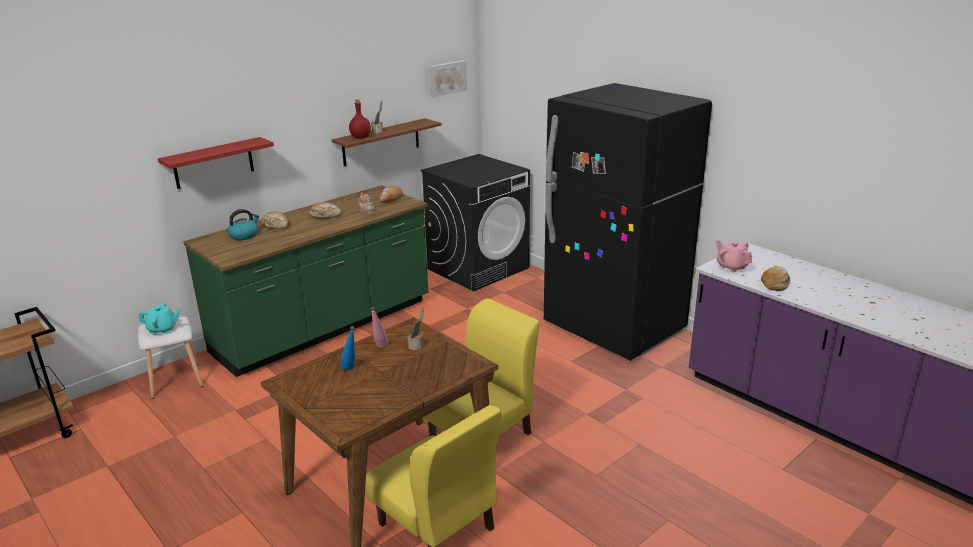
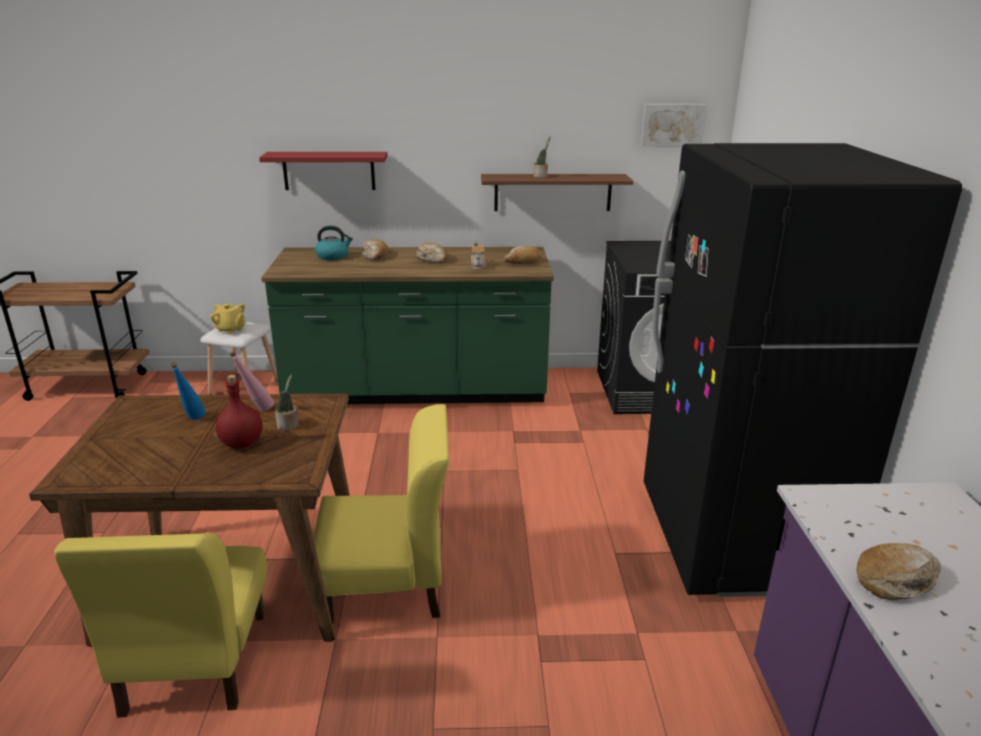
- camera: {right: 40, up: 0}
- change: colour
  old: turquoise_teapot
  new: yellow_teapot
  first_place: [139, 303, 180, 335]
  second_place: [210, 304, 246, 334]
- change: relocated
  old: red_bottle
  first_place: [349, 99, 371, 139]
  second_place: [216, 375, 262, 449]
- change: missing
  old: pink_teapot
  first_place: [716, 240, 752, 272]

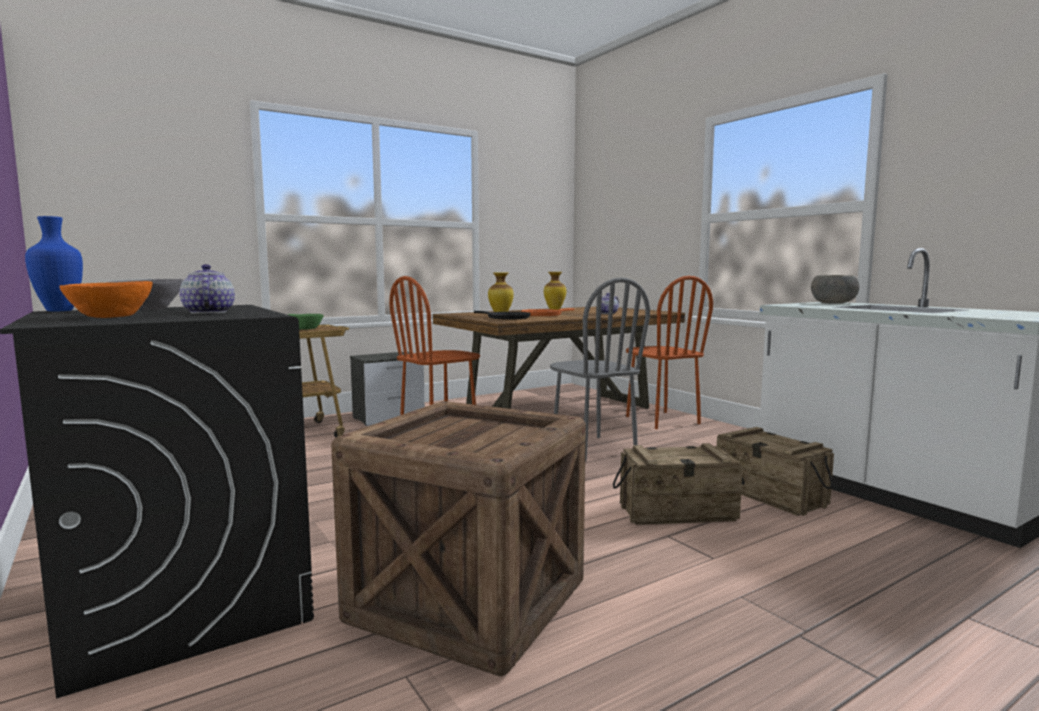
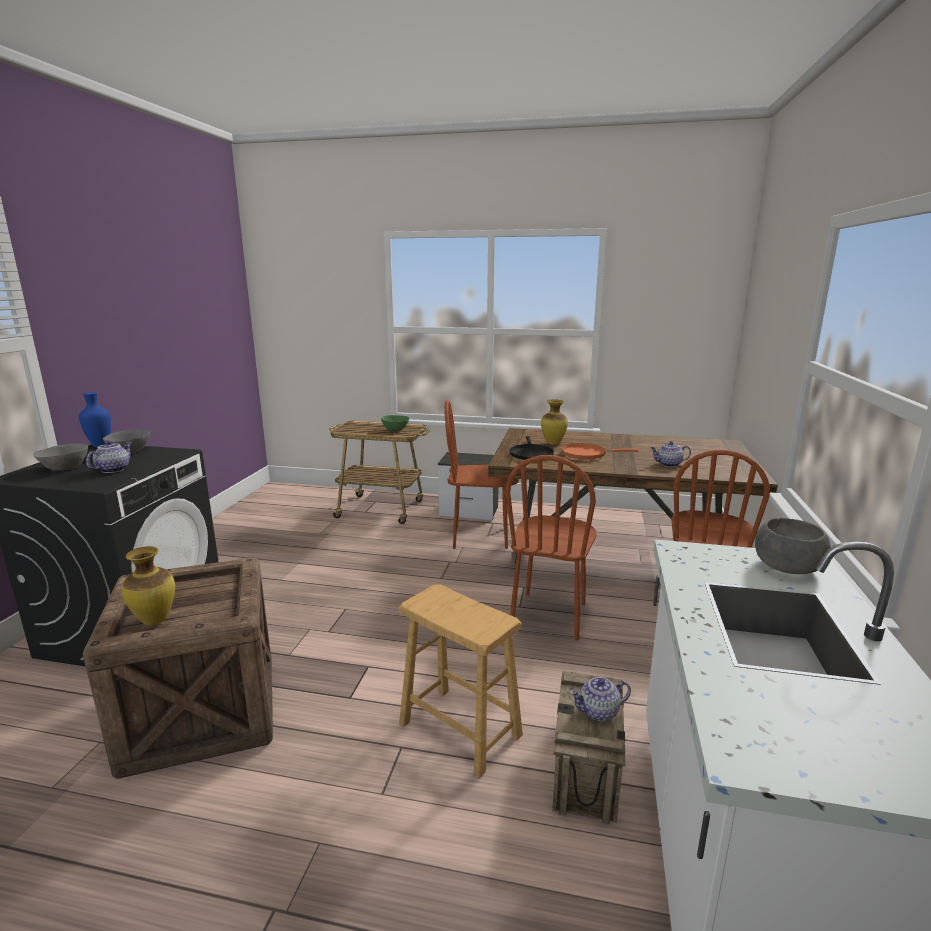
- camera: {right: 45, up: 10}
- change: colour
  old: orange_bowl
  new: grey_bowl
  first_place: [59, 281, 153, 318]
  second_place: [33, 443, 88, 471]
- change: relocated
  old: vase
  first_place: [544, 272, 566, 310]
  second_place: [122, 546, 175, 625]
- change: colour
  old: grey_chair
  new: brown_chair
  first_place: [550, 277, 650, 462]
  second_place: [505, 455, 597, 641]
- change: exchanged
  old: crate
  new: brown_stool
  first_place: [613, 443, 745, 525]
  second_place: [399, 584, 523, 778]
- change: appeared
  new: teapot
  second_place: [570, 677, 631, 721]

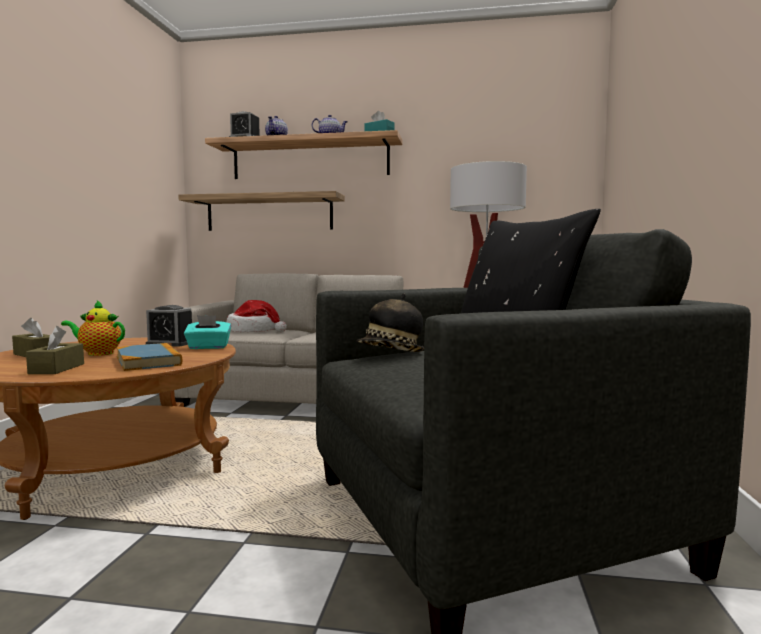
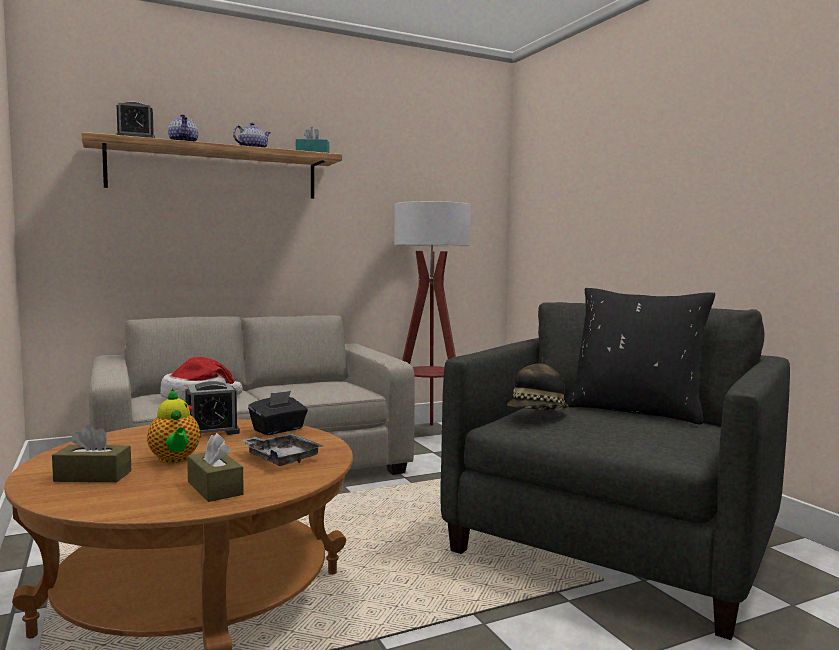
- camera: {right: -35, up: 0}
- change: spun
  old: teapot
  first_place: [61, 300, 125, 356]
  second_place: [147, 389, 200, 463]
  degrees: -90
- change: exchanged
  old: book
  new: grey_tray
  first_place: [116, 343, 182, 371]
  second_place: [241, 433, 323, 466]
- change: missing
  old: shelf
  first_place: [178, 191, 345, 231]
- change: colour
  old: turquoise_tissue_box
  new: black_tissue_box
  first_place: [184, 315, 231, 349]
  second_place: [248, 391, 308, 435]

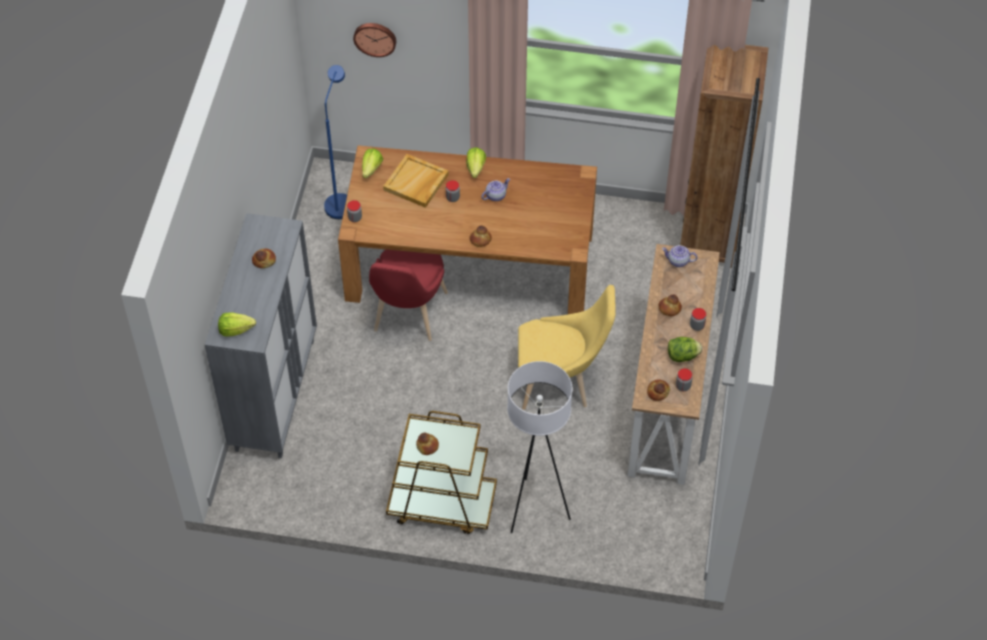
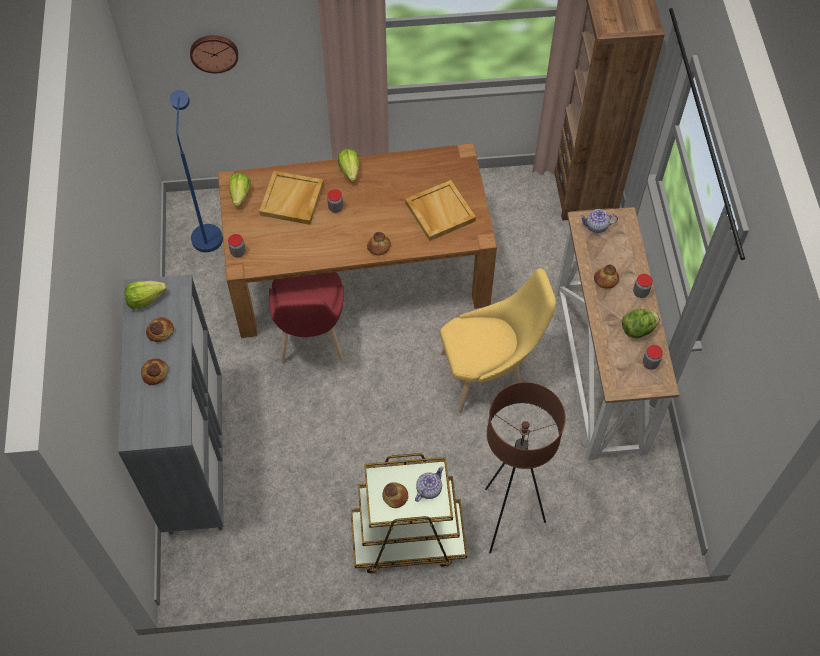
- camera: {right: -15, up: 5}
- change: relocated
  old: lettuce
  first_place: [218, 313, 256, 337]
  second_place: [124, 281, 167, 309]
- change: relocated
  old: teapot
  first_place: [482, 178, 510, 201]
  second_place: [415, 466, 444, 502]
- change: colour
  old: white_floor_lamp
  new: brown_floor_lamp
  first_place: [507, 361, 573, 533]
  second_place: [485, 382, 566, 553]
- change: relocated
  old: bread
  first_place: [647, 379, 670, 401]
  second_place: [141, 359, 168, 385]
- change: appeared
  new: beige_tray
  second_place: [405, 180, 476, 241]

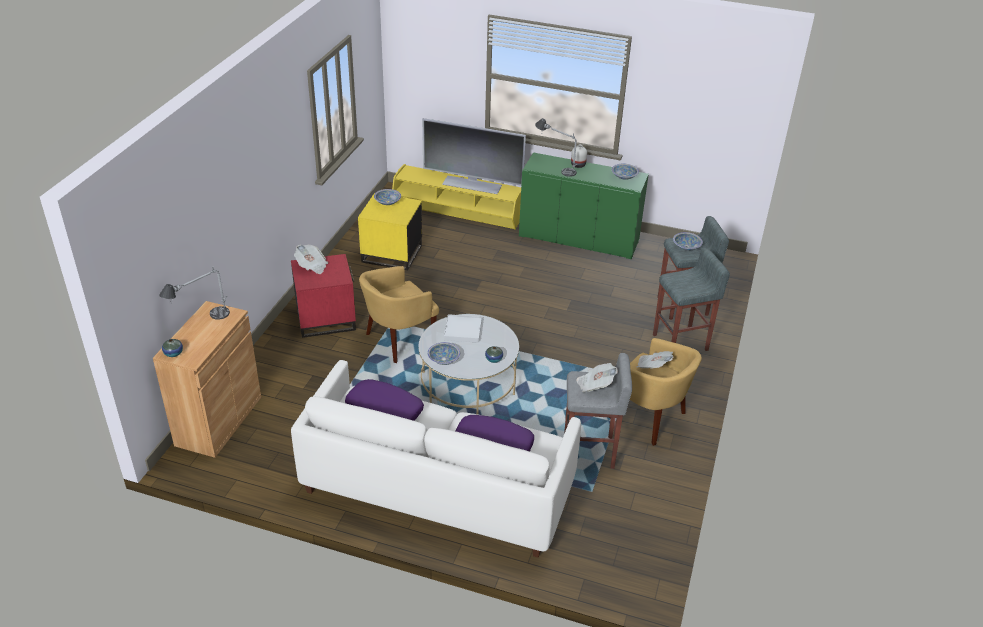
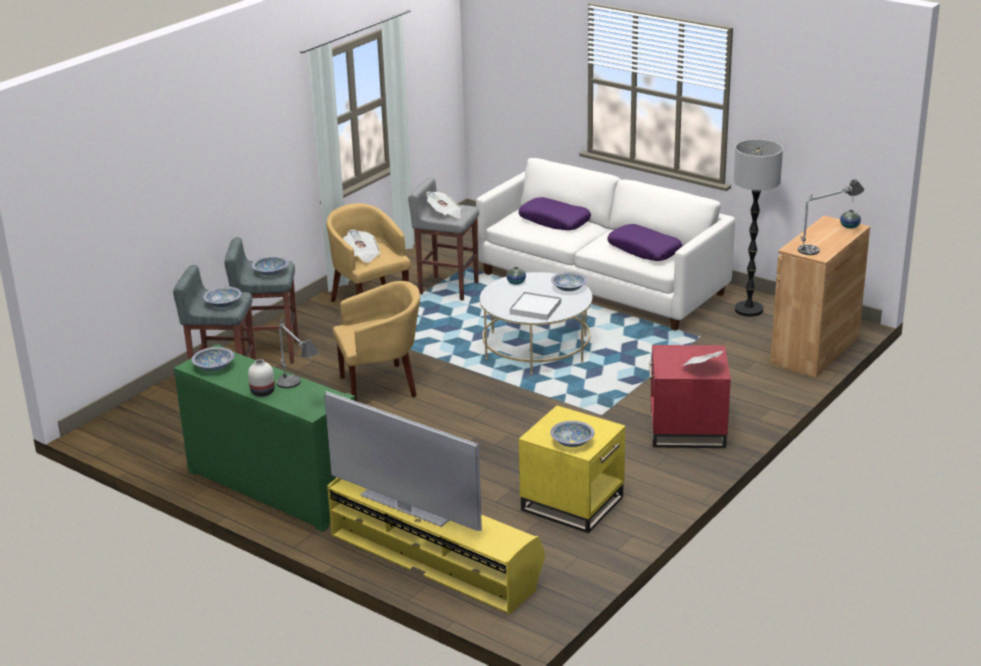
- camera: {right: -160, up: -10}
- change: relocated
  old: yellow_armchair
  first_place: [359, 266, 439, 363]
  second_place: [332, 281, 420, 402]
- change: appeared
  new: bowl
  second_place: [252, 256, 289, 276]
- change: appeared
  new: floor_lamp
  second_place: [733, 139, 783, 317]

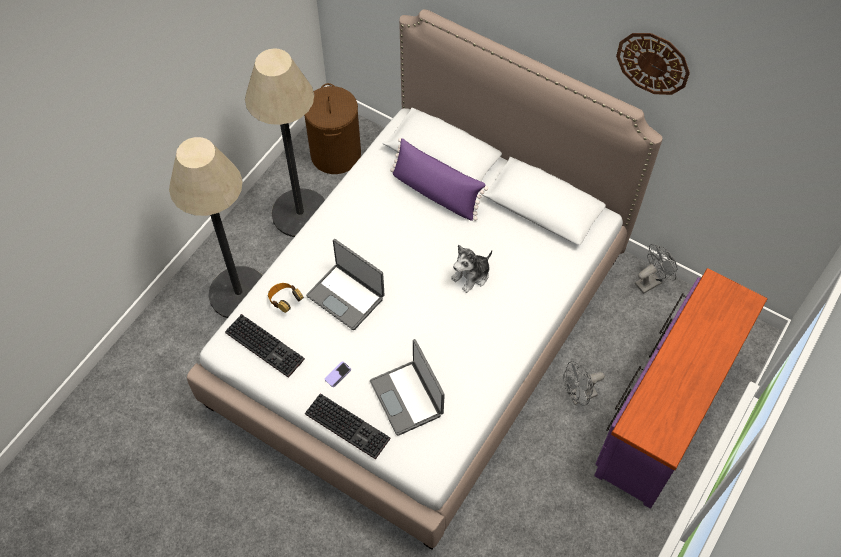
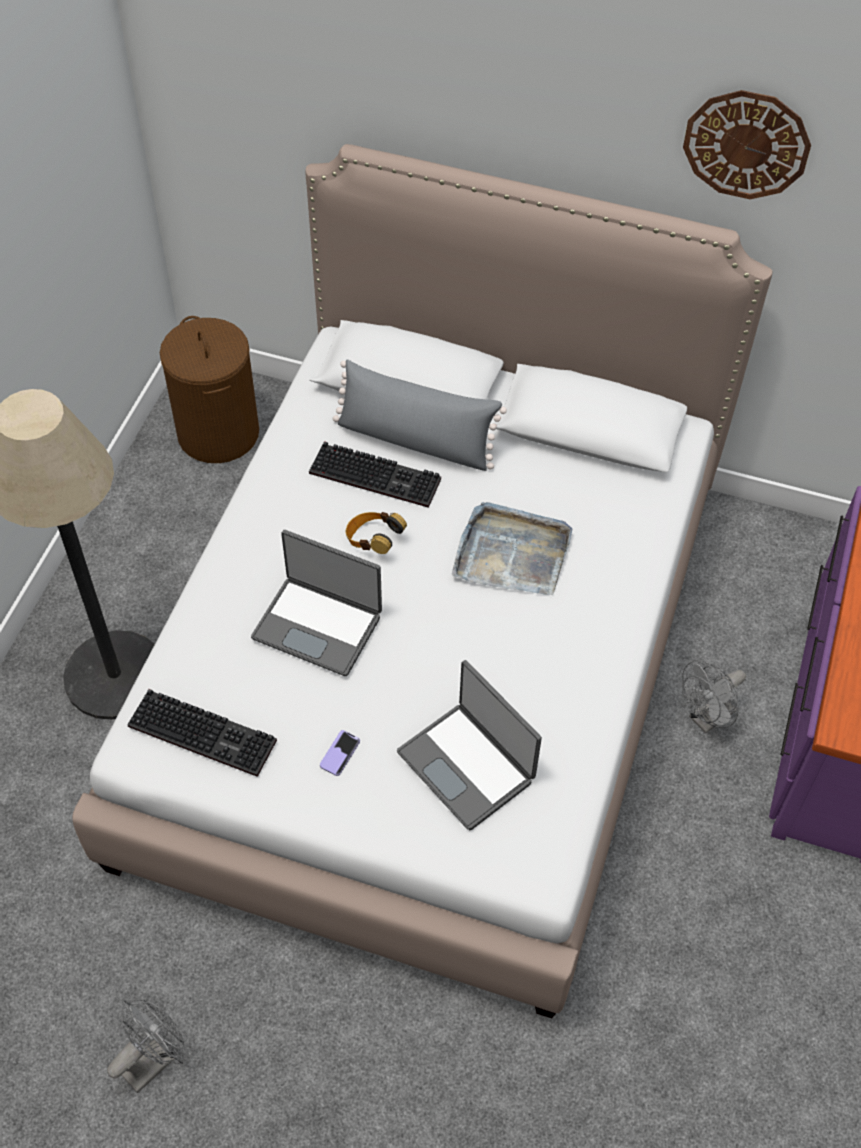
- camera: {right: -15, up: -5}
- change: missing
  old: floor_lamp
  first_place: [245, 48, 325, 237]
- change: relocated
  old: headphones
  first_place: [268, 283, 304, 313]
  second_place: [346, 512, 407, 554]
- change: relocated
  old: keyboard
  first_place: [305, 393, 391, 459]
  second_place: [309, 441, 441, 508]
- change: colour
  old: purple_pillow
  new: grey_pillow
  first_place: [390, 138, 488, 221]
  second_place: [333, 359, 507, 471]
- change: exchanged
  old: plush_toy
  new: grey_tray
  first_place: [451, 245, 492, 293]
  second_place: [452, 502, 572, 595]
- change: relocated
  old: grey_fan
  first_place: [635, 244, 678, 294]
  second_place: [107, 999, 184, 1093]

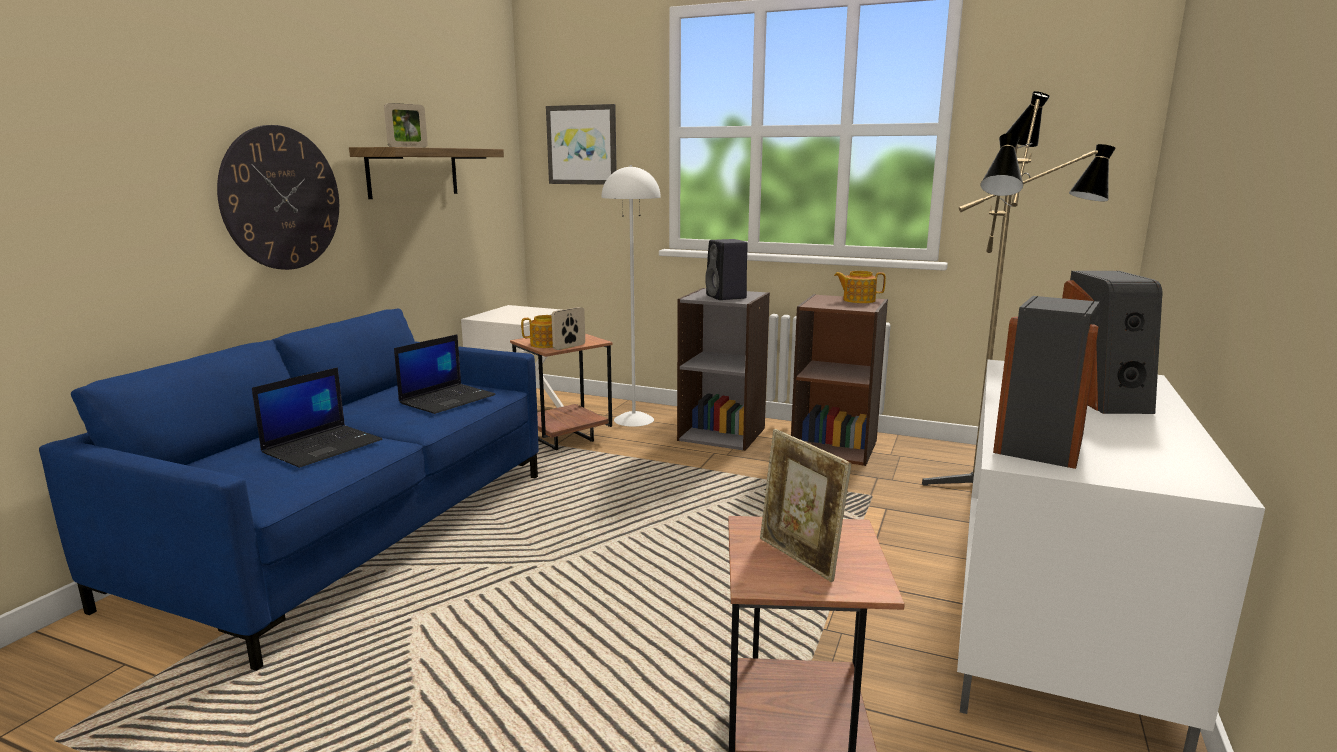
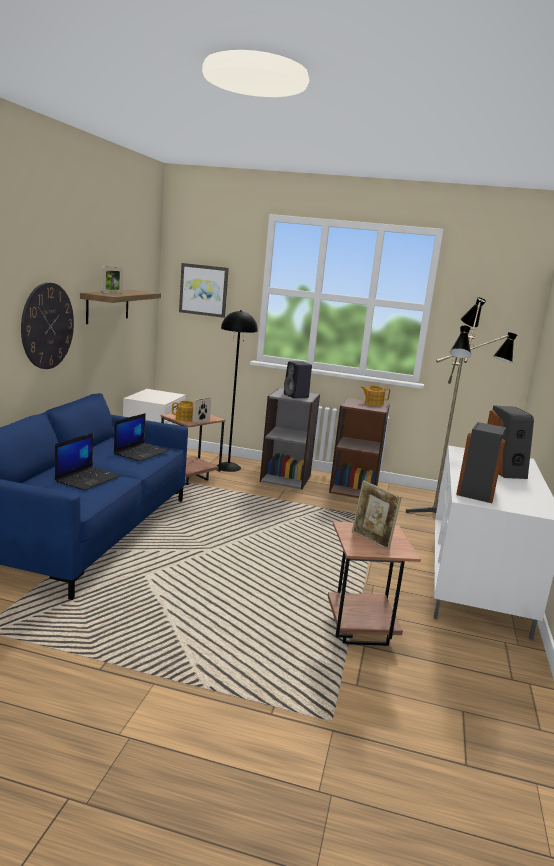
- camera: {right: -10, up: 0}
- change: colour
  old: white_floor_lamp
  new: black_floor_lamp
  first_place: [602, 165, 661, 427]
  second_place: [216, 310, 258, 472]

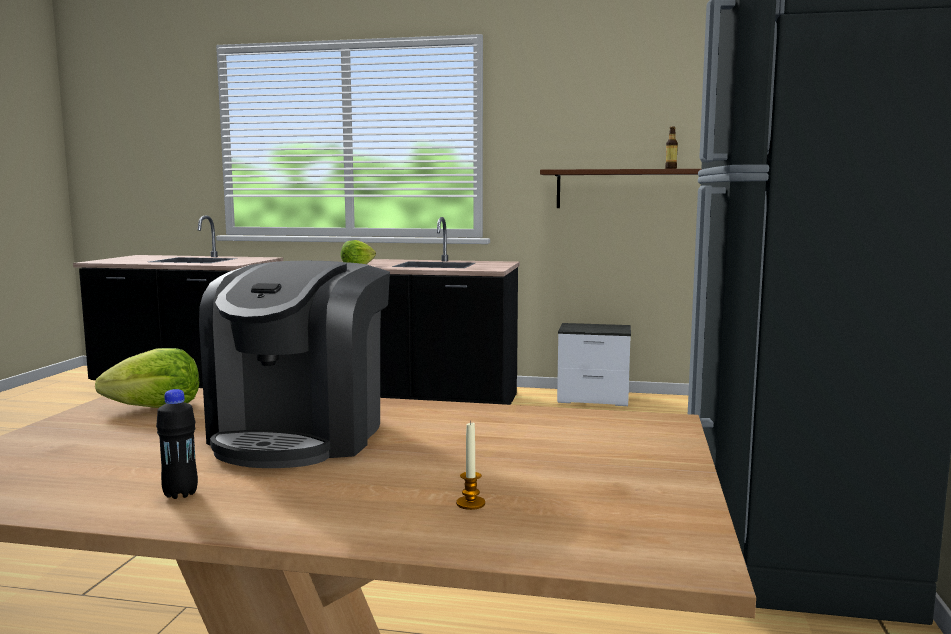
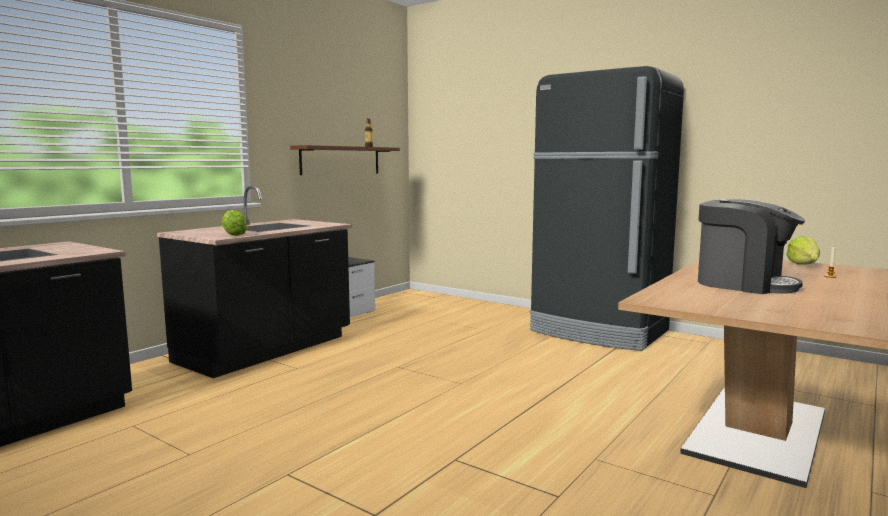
- camera: {right: -65, up: 0}
- change: relocated
  old: lettuce
  first_place: [95, 348, 199, 408]
  second_place: [786, 236, 820, 265]
- change: missing
  old: black_bottle
  first_place: [156, 389, 198, 499]

